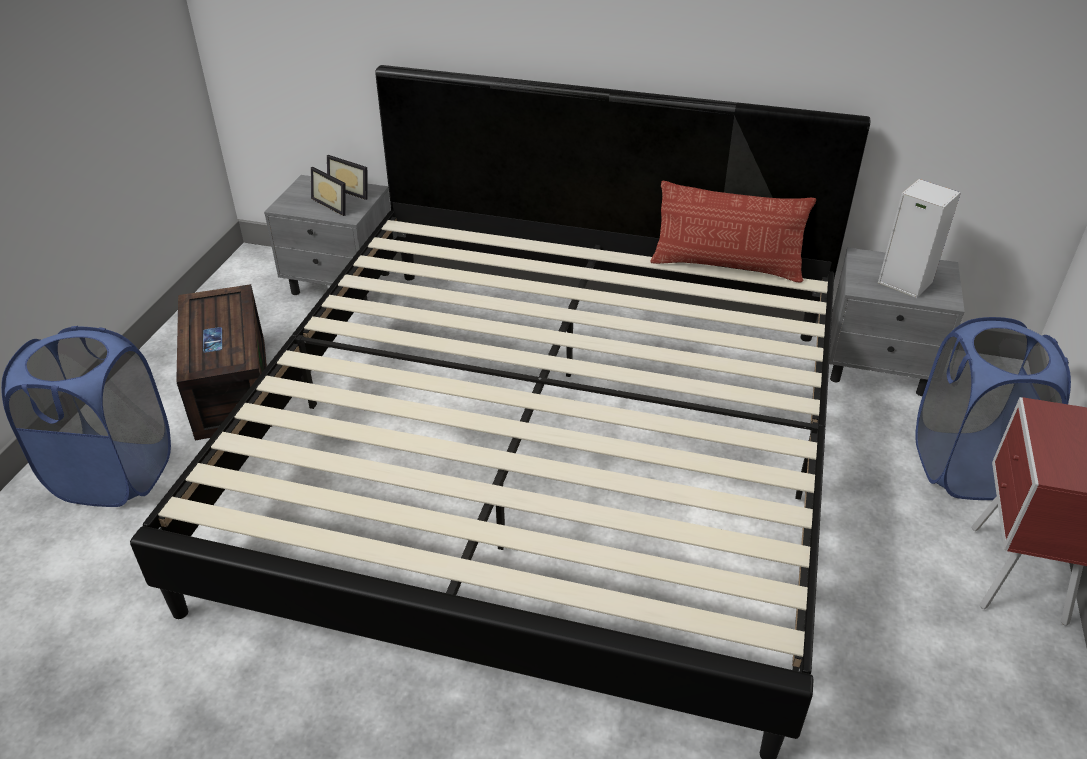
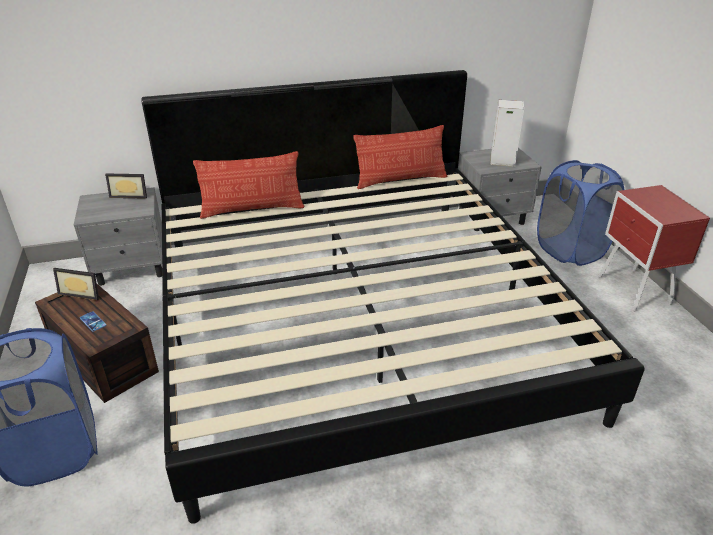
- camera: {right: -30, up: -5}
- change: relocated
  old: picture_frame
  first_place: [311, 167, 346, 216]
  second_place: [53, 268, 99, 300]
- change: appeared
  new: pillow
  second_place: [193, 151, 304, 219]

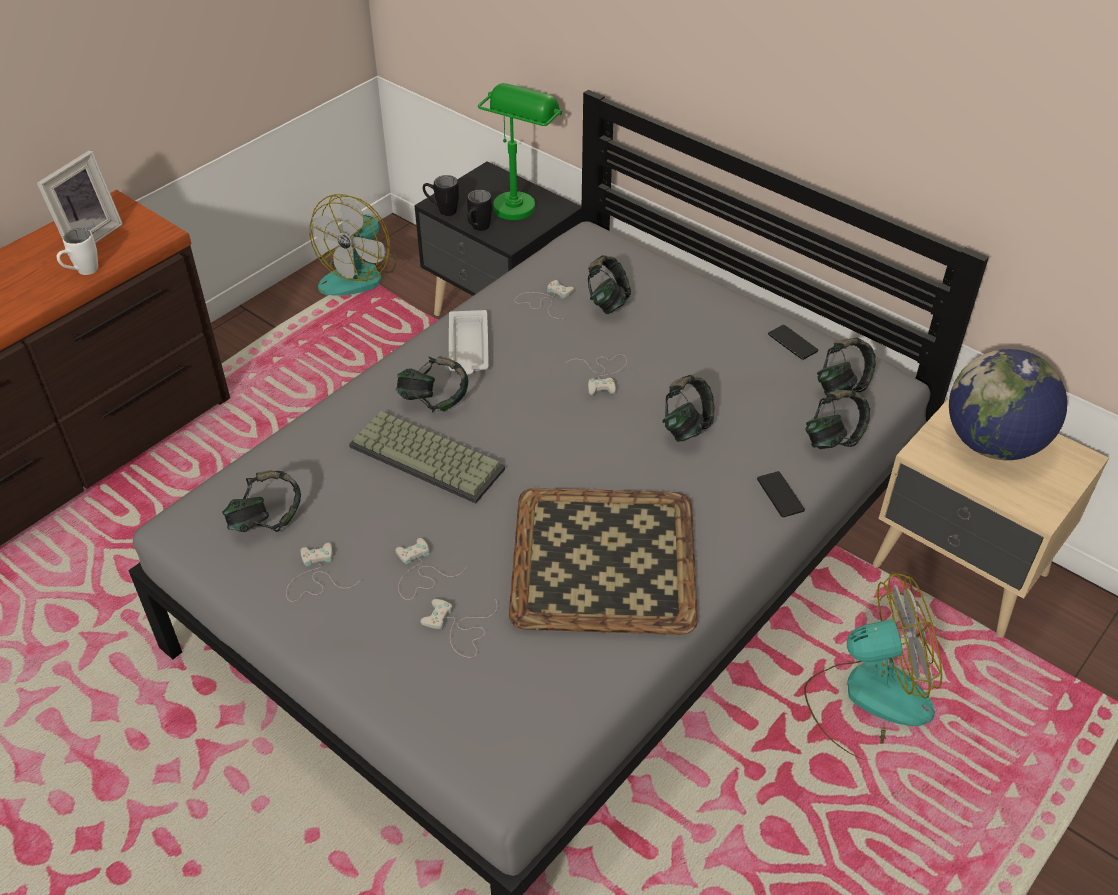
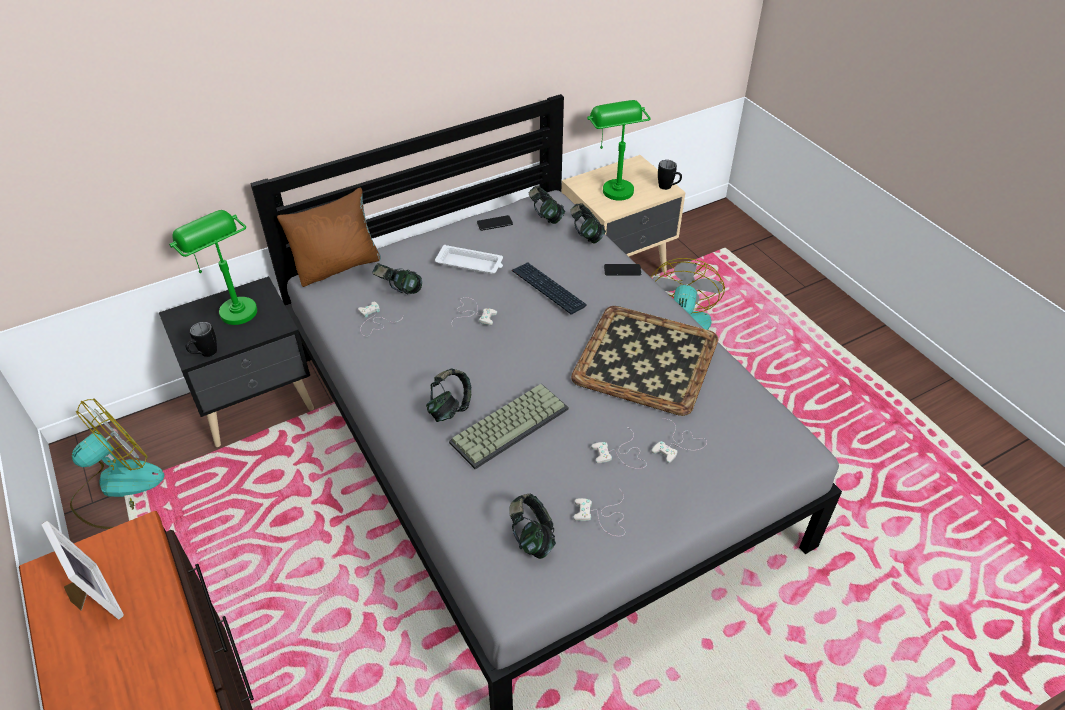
- camera: {right: -70, up: 0}
- change: missing
  old: white_mug
  first_place: [57, 228, 98, 275]
- change: spun
  old: fan
  first_place: [309, 194, 397, 296]
  second_place: [70, 398, 164, 529]
  degrees: -90
- change: relocated
  old: white_tray
  first_place: [449, 310, 489, 374]
  second_place: [435, 245, 503, 274]
- change: relocated
  old: black_mug
  first_place: [467, 190, 492, 231]
  second_place: [658, 160, 682, 190]
- change: exchanged
  old: headphones
  new: keyboard
  first_place: [662, 375, 714, 442]
  second_place: [512, 262, 587, 314]
- change: exchanged
  old: globe
  new: green_table_lamp
  first_place: [949, 349, 1067, 460]
  second_place: [587, 100, 651, 201]
- change: appeared
  new: brown_pillow
  second_place: [277, 188, 381, 287]

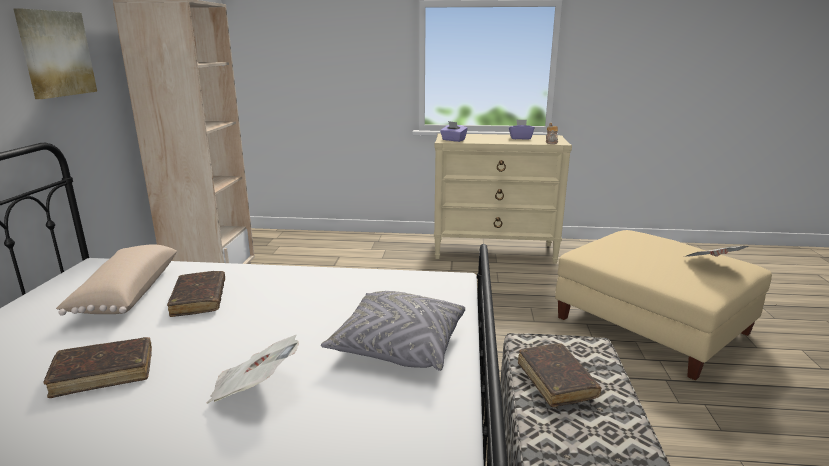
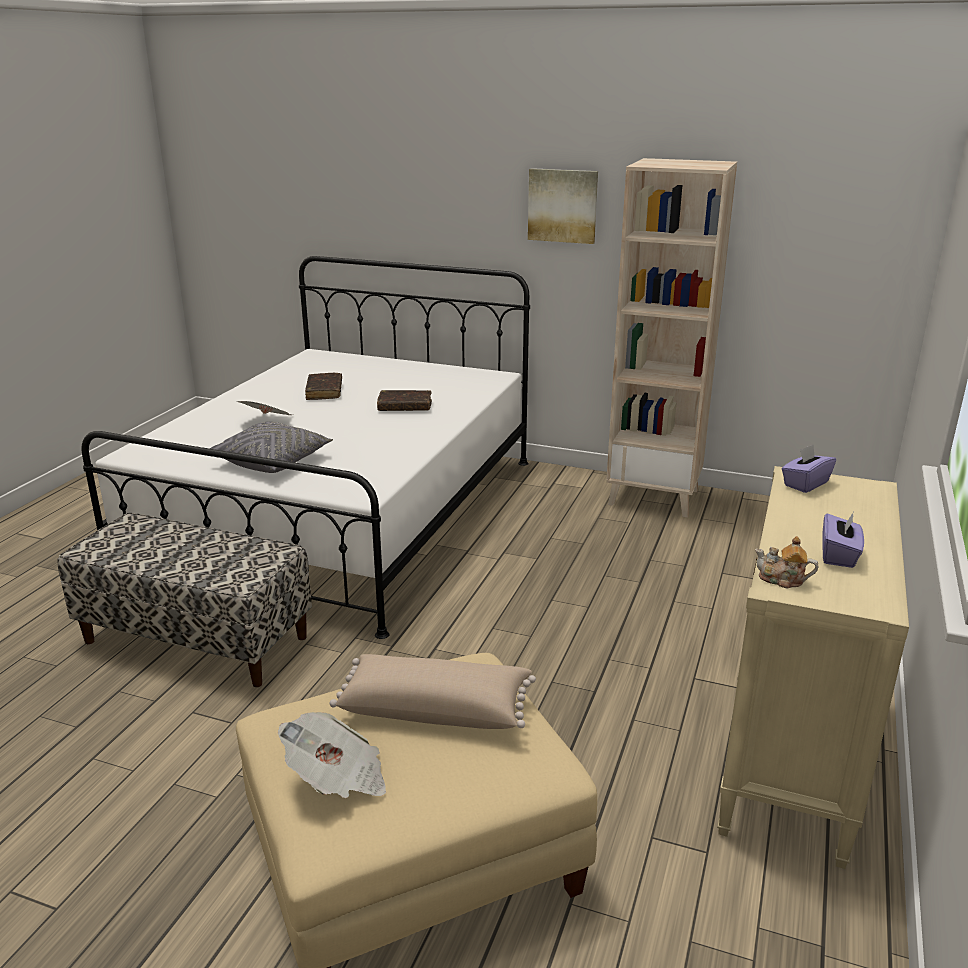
- camera: {right: 105, up: 5}
- change: relocated
  old: beige_pillow
  first_place: [56, 244, 177, 316]
  second_place: [330, 654, 536, 729]
- change: missing
  old: brown_book
  first_place: [518, 344, 601, 407]

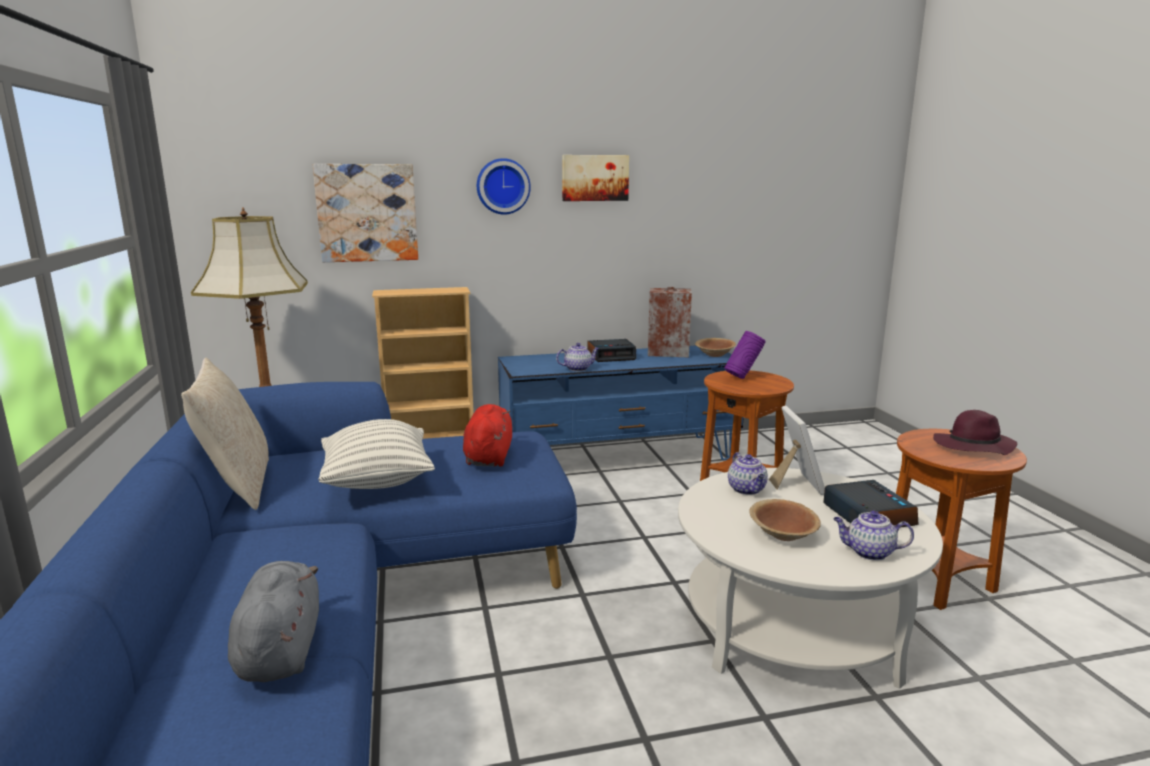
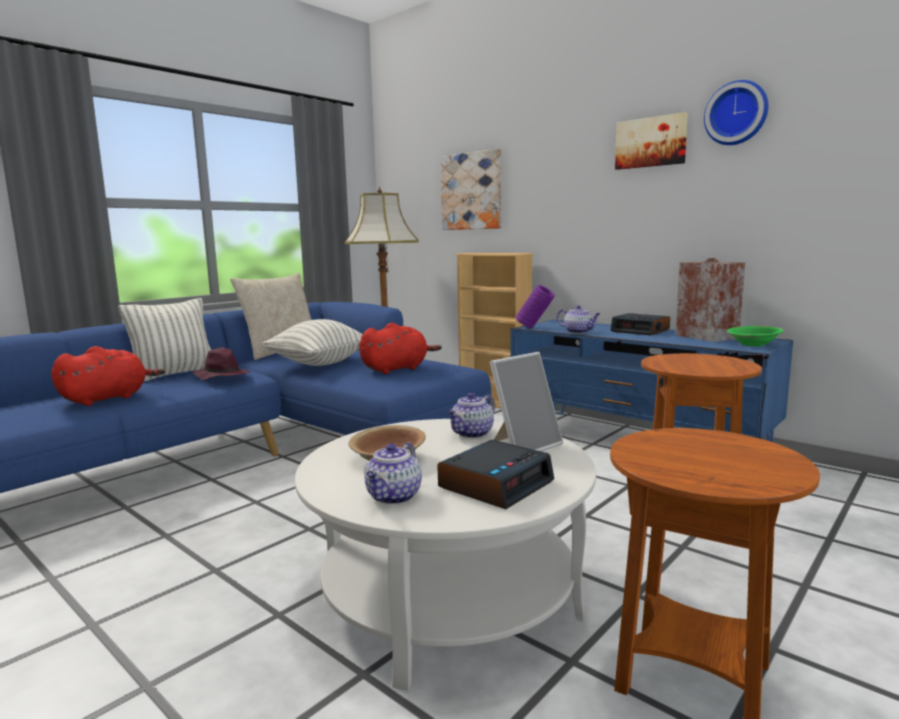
- camera: {right: 55, up: -5}
- change: colour
  old: grey_plush_toy
  new: red_plush_toy
  first_place: [228, 561, 319, 682]
  second_place: [51, 346, 165, 406]
- change: relocated
  old: wall_clock
  first_place: [477, 158, 531, 215]
  second_place: [704, 80, 768, 145]
- change: colour
  old: brown_bowl
  new: green_bowl
  first_place: [695, 338, 736, 357]
  second_place: [727, 326, 784, 347]
- change: relocated
  old: purple_vase
  first_place: [724, 331, 766, 379]
  second_place: [516, 285, 555, 328]
- change: spun
  old: teapot
  first_place: [833, 511, 914, 561]
  second_place: [364, 442, 422, 504]
  degrees: -135
- change: relocated
  old: purple_hat
  first_place: [933, 410, 1017, 455]
  second_place: [192, 347, 250, 380]
- change: appeared
  new: pillow
  second_place: [118, 298, 211, 382]

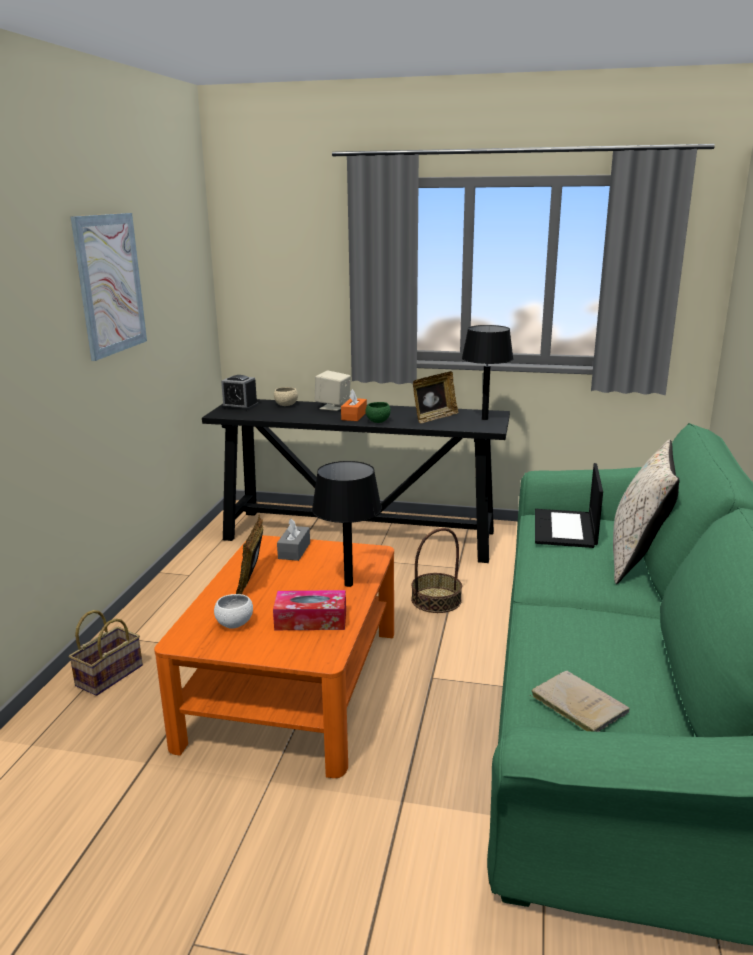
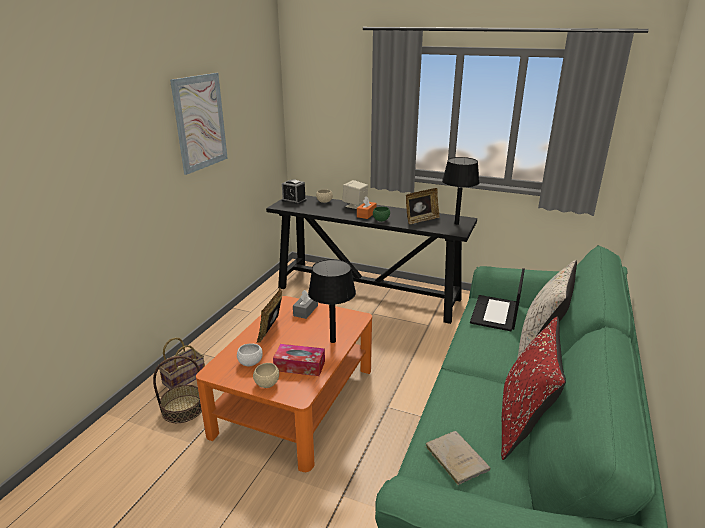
- camera: {right: 10, up: 5}
- change: relocated
  old: basket
  first_place: [411, 528, 462, 613]
  second_place: [153, 356, 202, 423]
- change: appeared
  new: beige_bowl
  second_place: [253, 363, 279, 388]
- change: appeared
  new: red_pillow
  second_place: [501, 317, 566, 460]

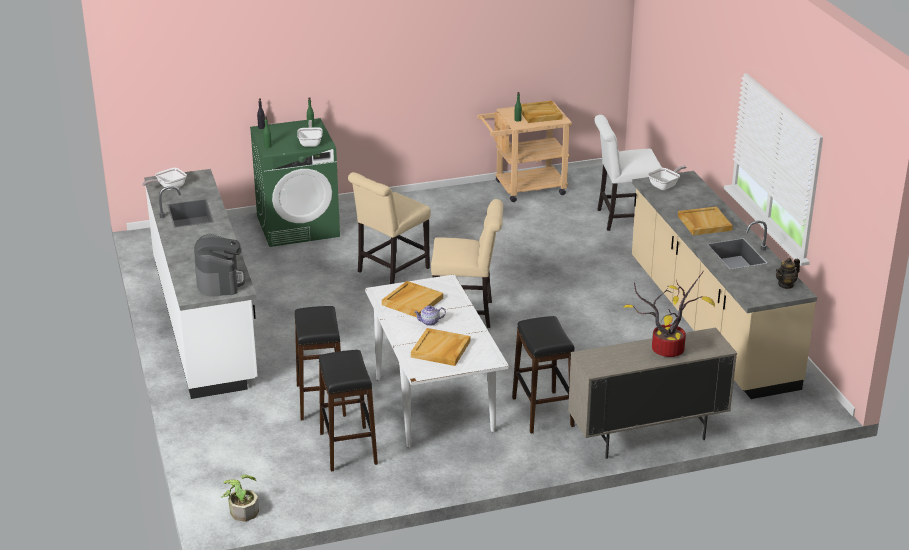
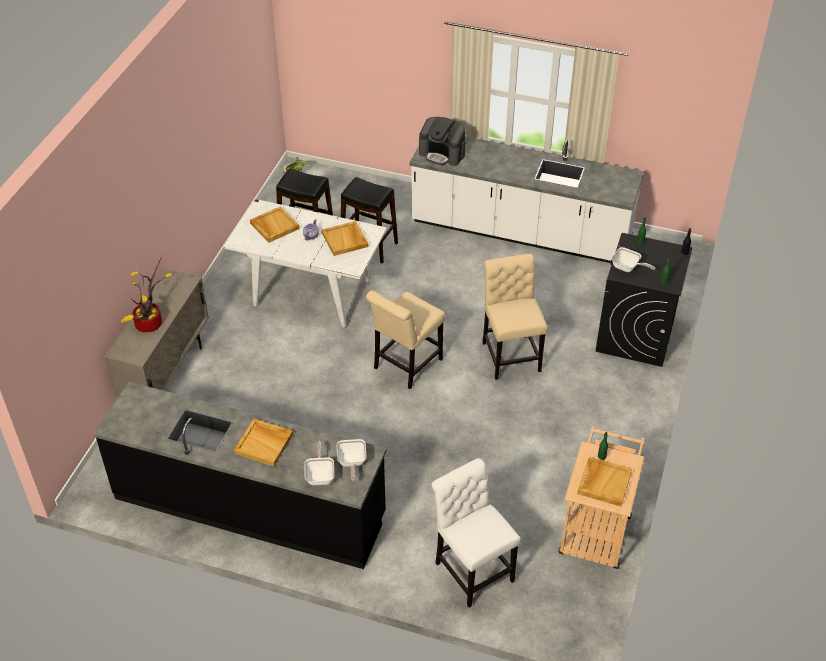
- camera: {right: 125, up: 15}
- change: relocated
  old: frying_pan
  first_place: [142, 168, 187, 190]
  second_place: [305, 441, 334, 485]
- change: colour
  old: green_washing_machine
  new: black_washing_machine
  first_place: [250, 118, 340, 247]
  second_place: [596, 233, 693, 367]
- change: missing
  old: black_stool
  first_place: [512, 316, 574, 434]
- change: spun
  old: white_chair
  first_place: [594, 115, 662, 231]
  second_place: [431, 458, 521, 607]
  degrees: -60
- change: colour
  old: beige_counter
  new: black_counter
  first_place: [632, 171, 817, 399]
  second_place: [94, 382, 386, 569]
- change: missing
  old: teapot
  first_place: [776, 258, 800, 289]

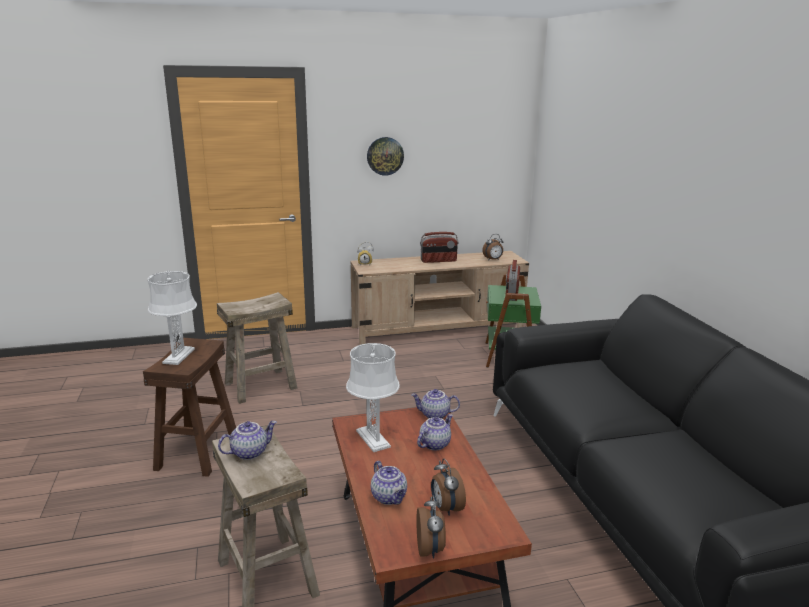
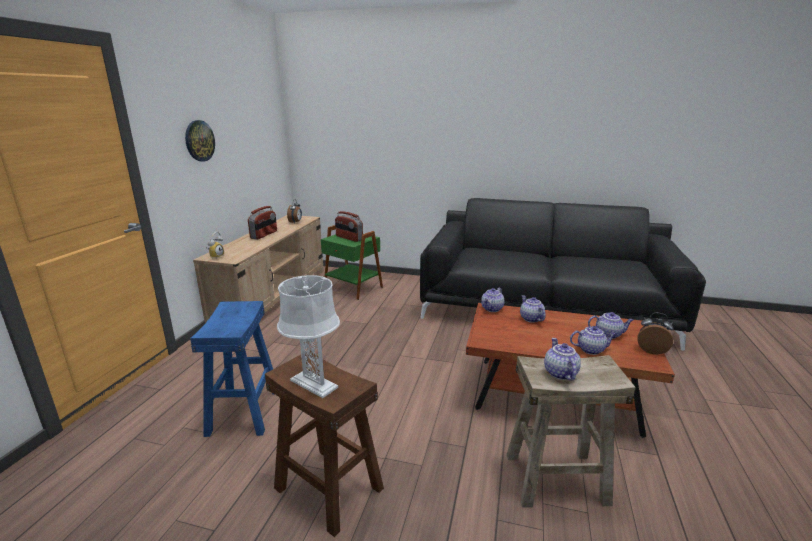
- camera: {right: -60, up: 0}
- change: colour
  old: beige_stool
  new: blue_stool
  first_place: [217, 292, 298, 404]
  second_place: [190, 301, 275, 437]
- change: missing
  old: white_table_lamp
  first_place: [346, 343, 400, 452]
- change: exchanged
  old: alarm_clock
  new: teapot
  first_place: [431, 459, 466, 516]
  second_place: [588, 312, 633, 339]

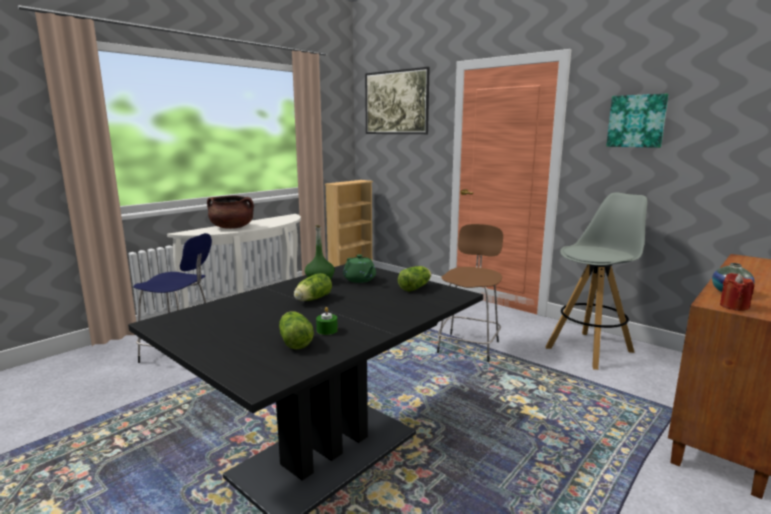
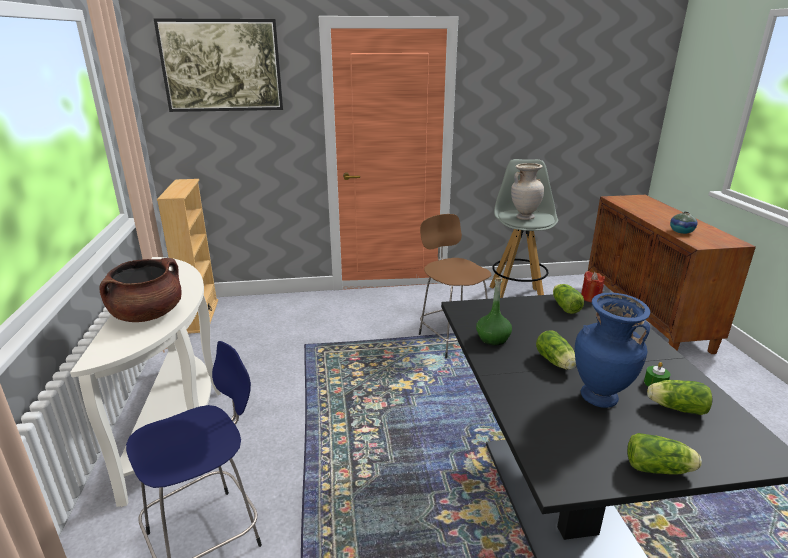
- camera: {right: -50, up: 10}
- change: missing
  old: green_teapot
  first_place: [343, 254, 376, 283]
- change: missing
  old: picture
  first_place: [606, 94, 669, 148]
- change: relocated
  old: red_candle
  first_place: [720, 273, 754, 311]
  second_place: [581, 271, 605, 302]
- change: appeared
  new: beige_vase
  second_place: [511, 163, 544, 220]
- change: appeared
  new: blue_vase
  second_place: [575, 293, 650, 408]
- change: appeared
  new: lettuce
  second_place: [627, 433, 702, 475]

